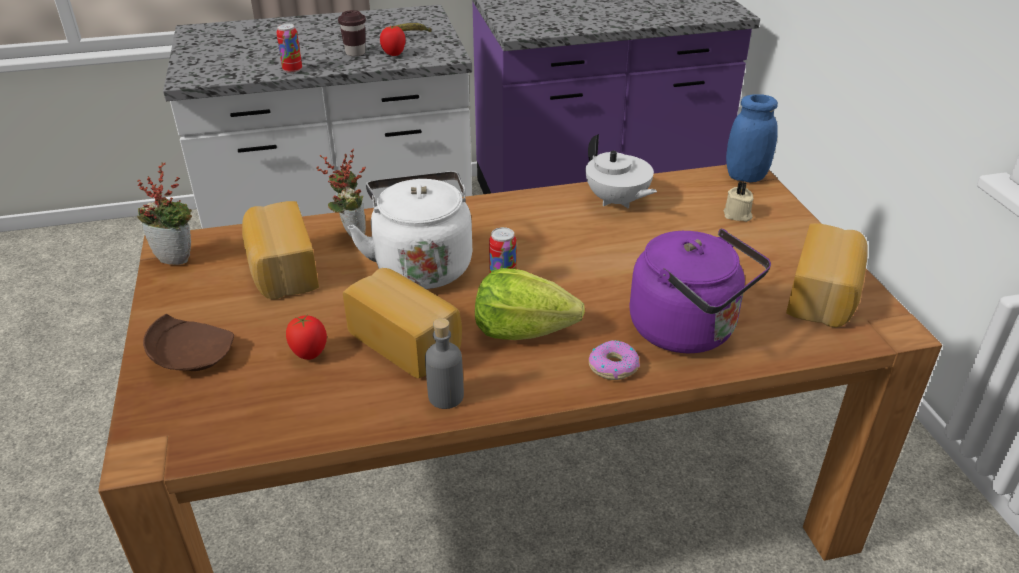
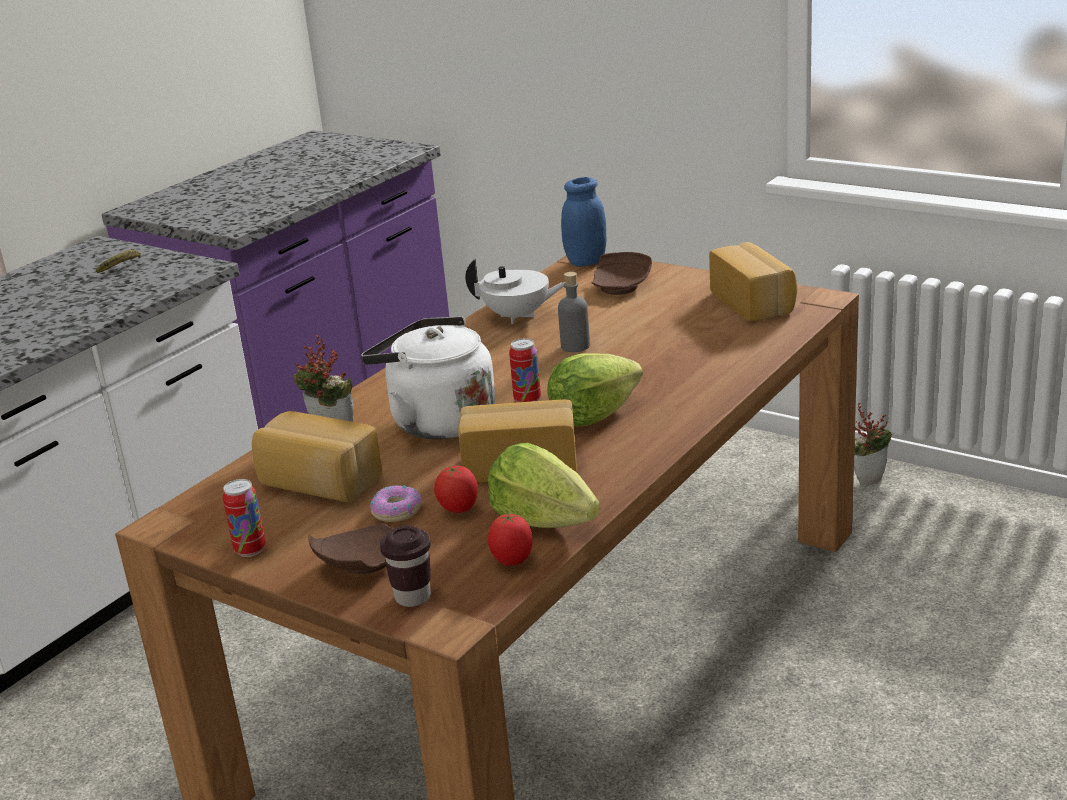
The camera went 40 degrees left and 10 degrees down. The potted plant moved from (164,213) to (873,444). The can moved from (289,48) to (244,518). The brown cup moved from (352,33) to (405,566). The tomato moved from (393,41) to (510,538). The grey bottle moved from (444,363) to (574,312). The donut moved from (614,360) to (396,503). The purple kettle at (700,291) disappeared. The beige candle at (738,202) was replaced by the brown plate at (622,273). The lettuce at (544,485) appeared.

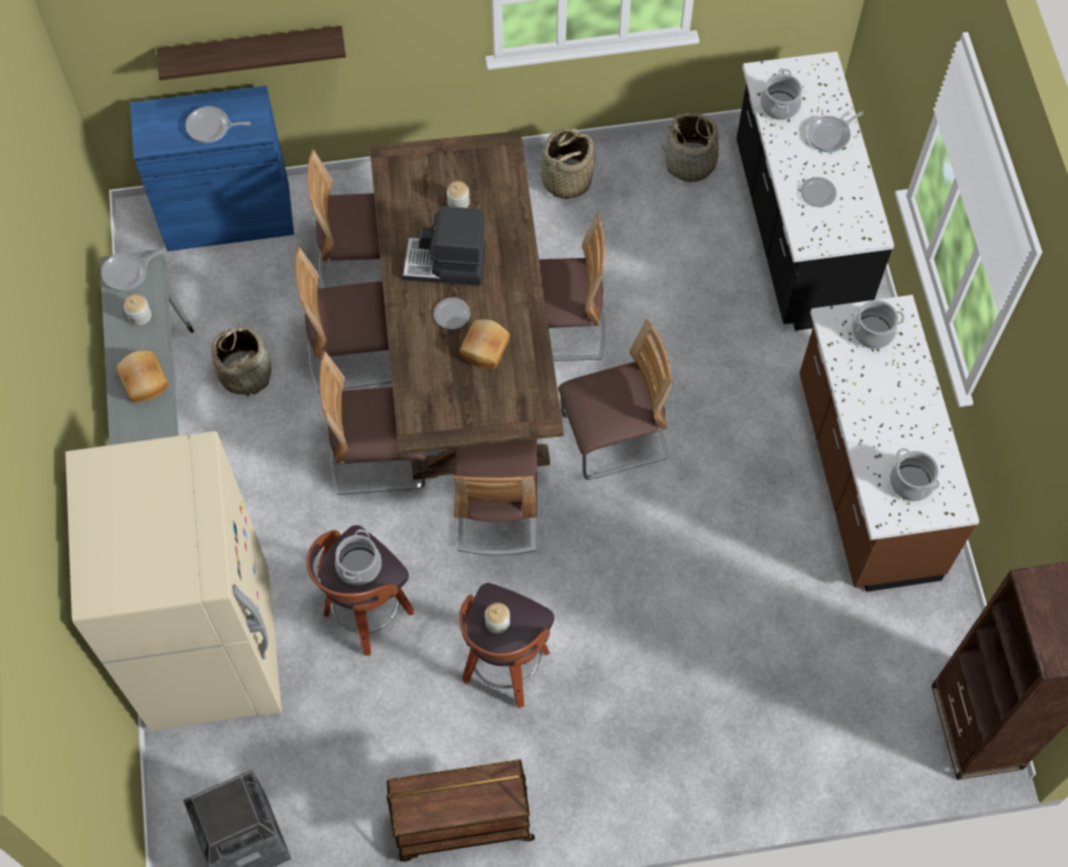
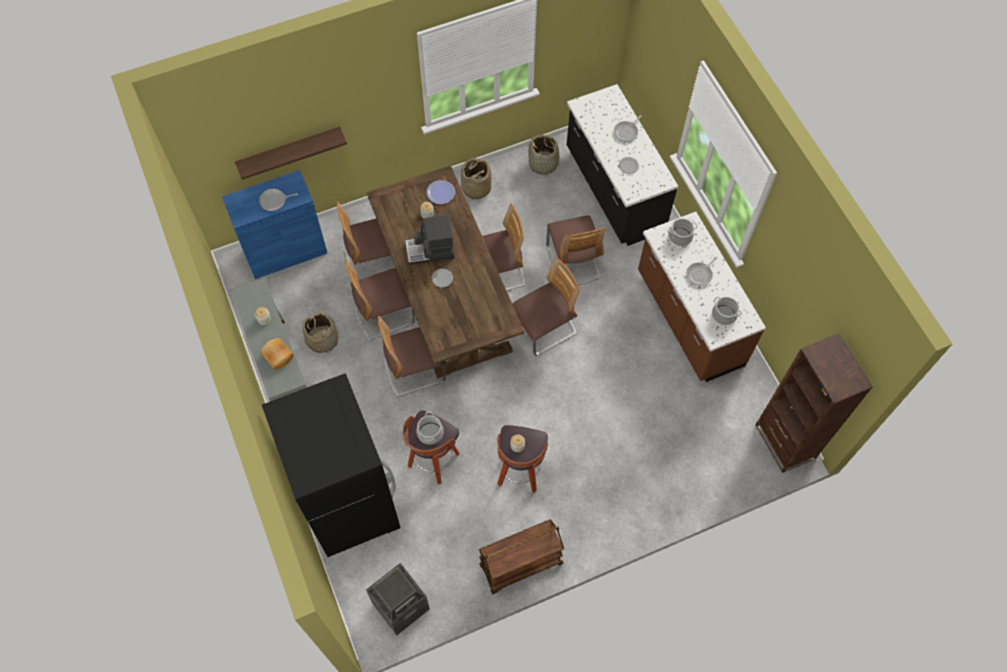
The camera went 15 degrees left and 0 degrees up. The beige fridge at (174,581) became the black fridge at (331,465). The frying pan moved from (133,270) to (702,271). The chair moved from (495,497) to (576,250). The bread at (484,344) disappeared. The cooking pot at (781,94) disappeared. The plate at (440,192) appeared.

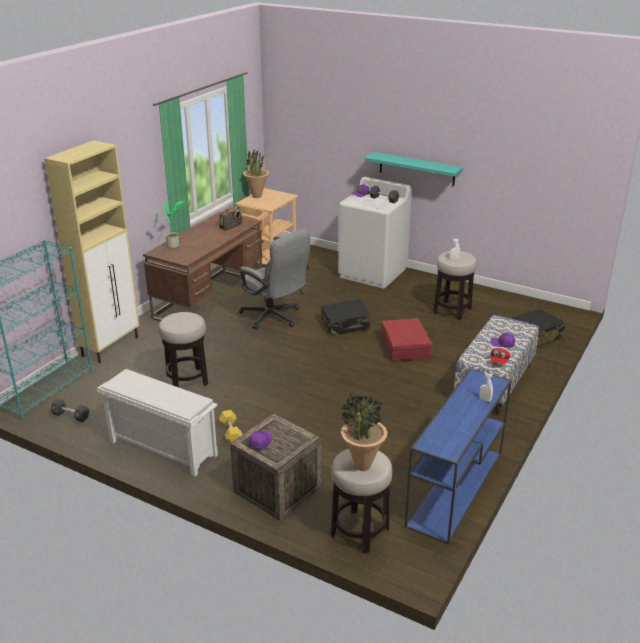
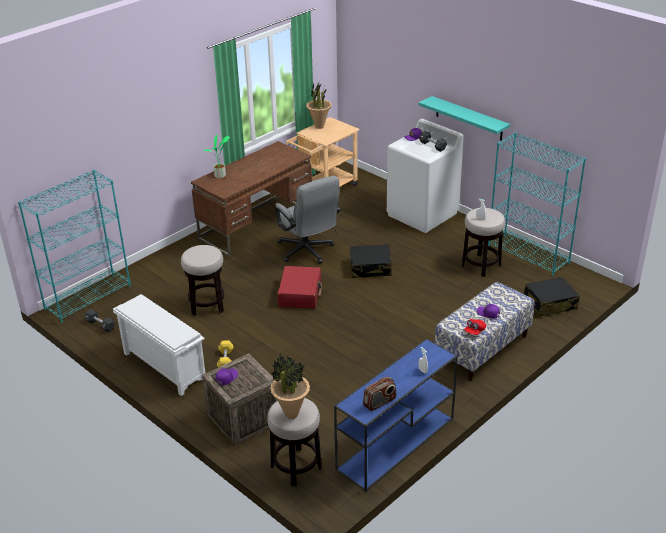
The camera went 15 degrees right and 5 degrees up. The beige cabinet at (91,251) disappeared. The radio moved from (230,218) to (379,394). The red suitcase moved from (406,339) to (299,287). The turquoise bookcase at (537,204) appeared.

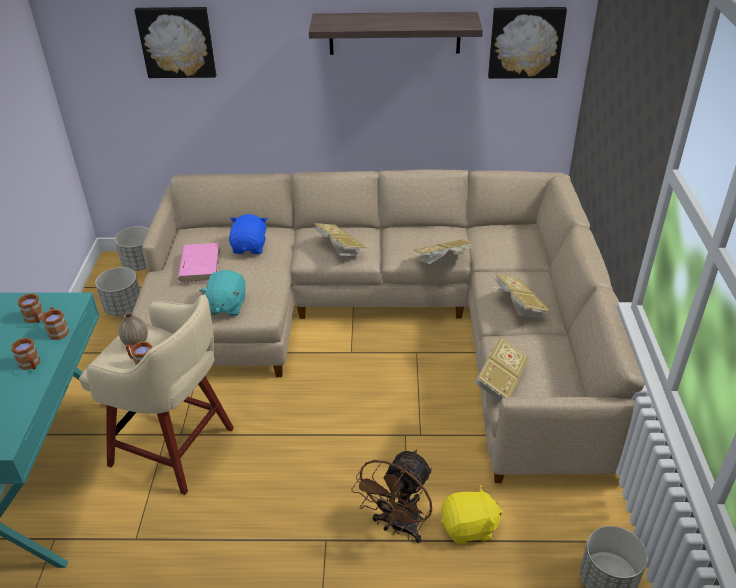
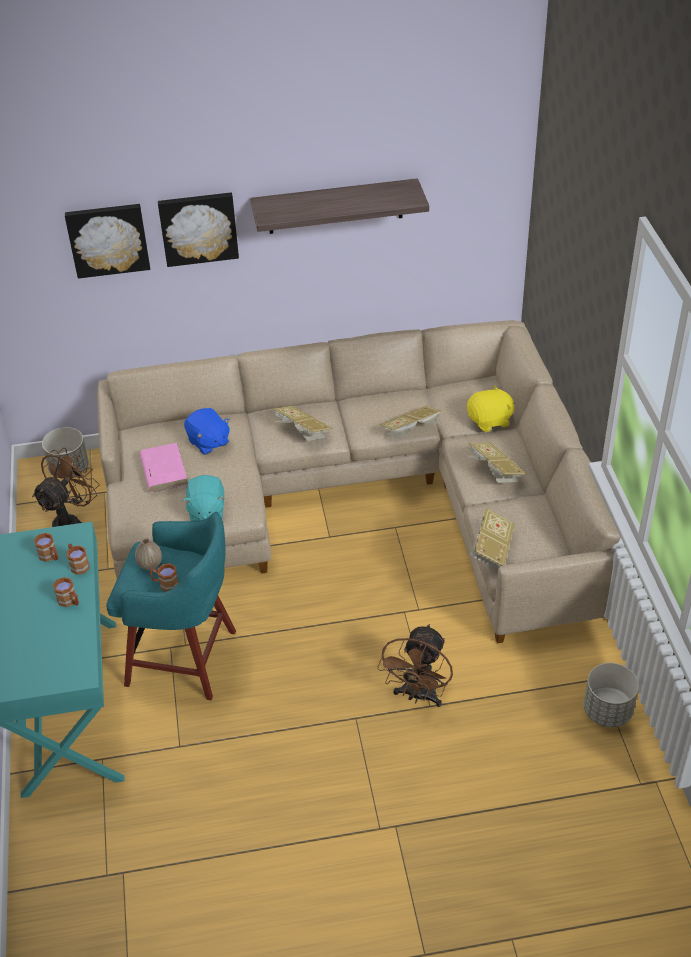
The camera went 10 degrees left and 5 degrees up. The beige stool at (156,394) became the turquoise stool at (171,606). The grey planter at (117,291) was replaced by the brown fan at (66,487). The blue plush toy at (248,234) turned 150 degrees clockwise. The yellow plush toy moved from (472,515) to (491,408). The picture moved from (527,43) to (198,230).

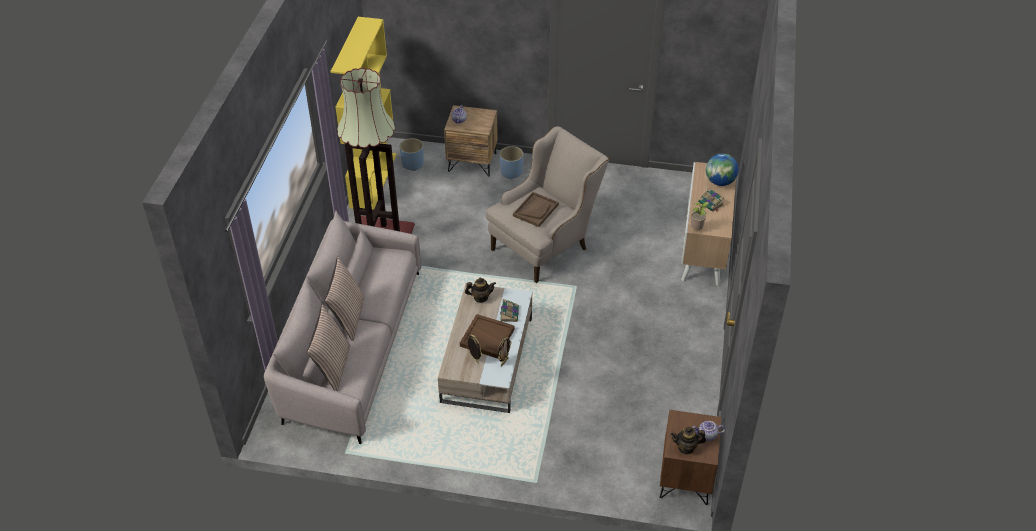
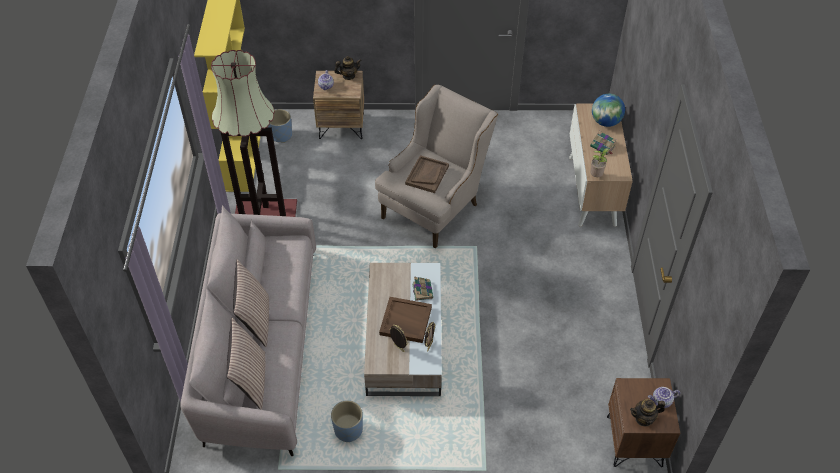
The camera went 10 degrees left and 5 degrees up. The teapot moved from (480,290) to (348,68). The blue planter moved from (511,162) to (347,421).

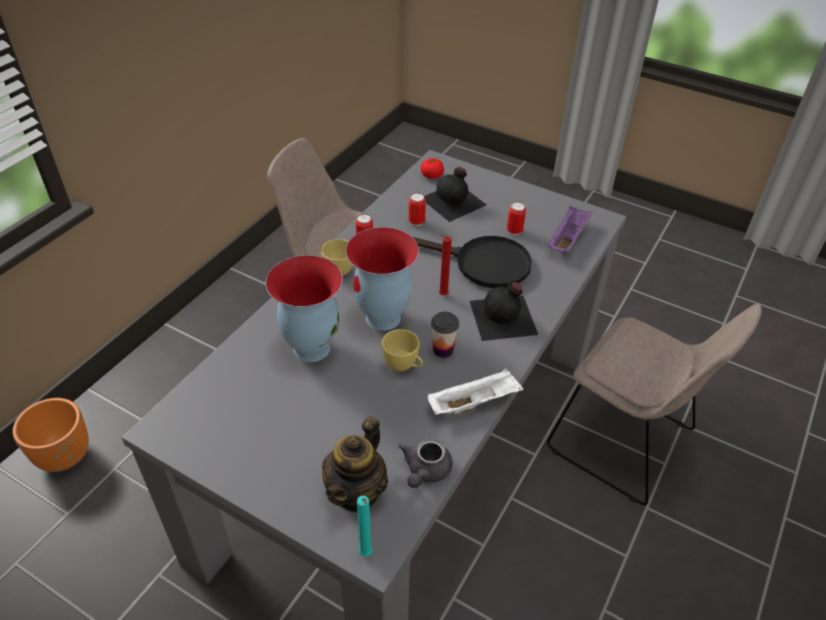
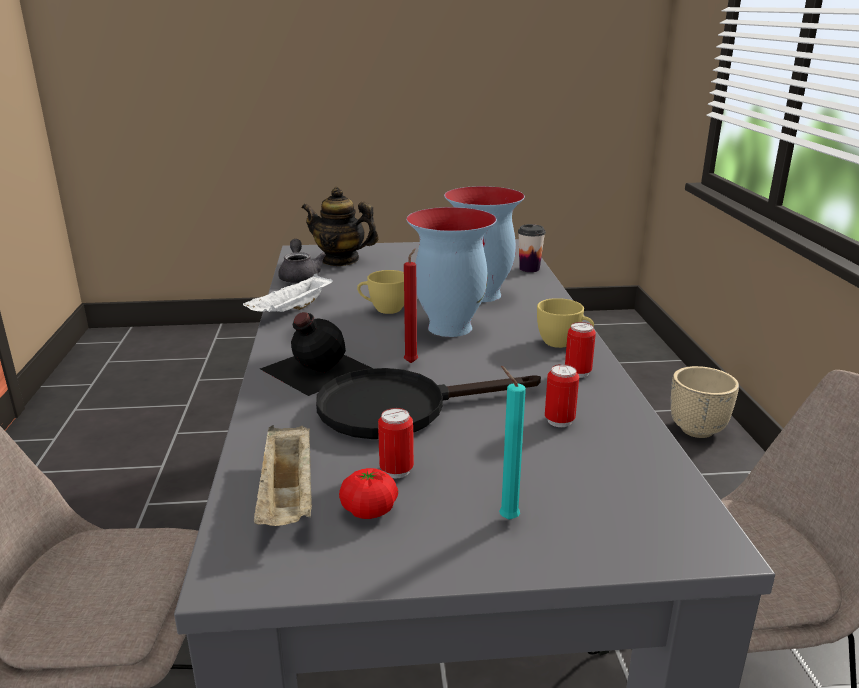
The camera went 145 degrees right and 20 degrees down. The orange planter at (51,435) became the beige planter at (705,402). The teapot at (355,464) turned 60 degrees counterclockwise. The turquoise candle moved from (365,526) to (512,443). The tomato moved from (432,168) to (368,493). The black bottle at (455,194) disappeared. The cup moved from (445,335) to (532,248). The purple tray at (570,230) became the beige tray at (283,475).

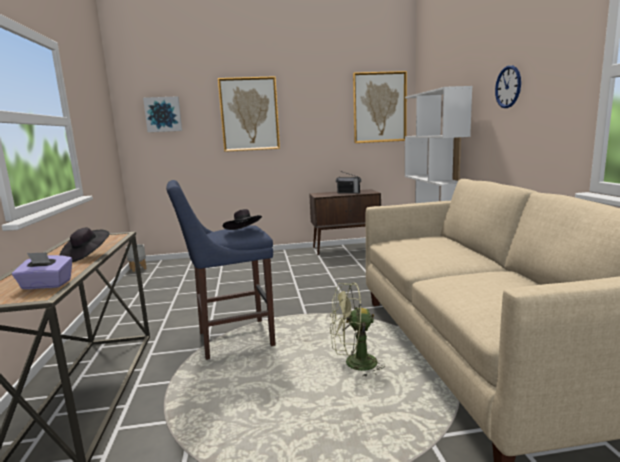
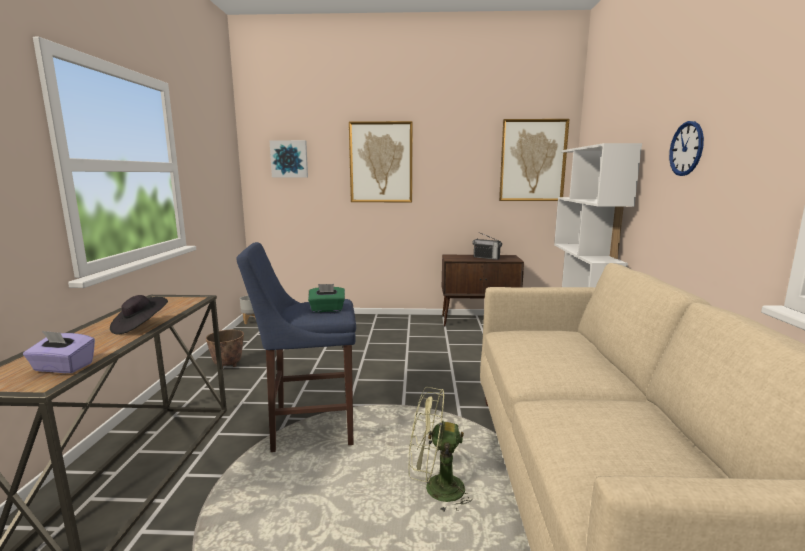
The camera went 10 degrees right and 0 degrees up. The black hat at (242,219) was replaced by the green tissue box at (326,298). The planter at (225,349) appeared.

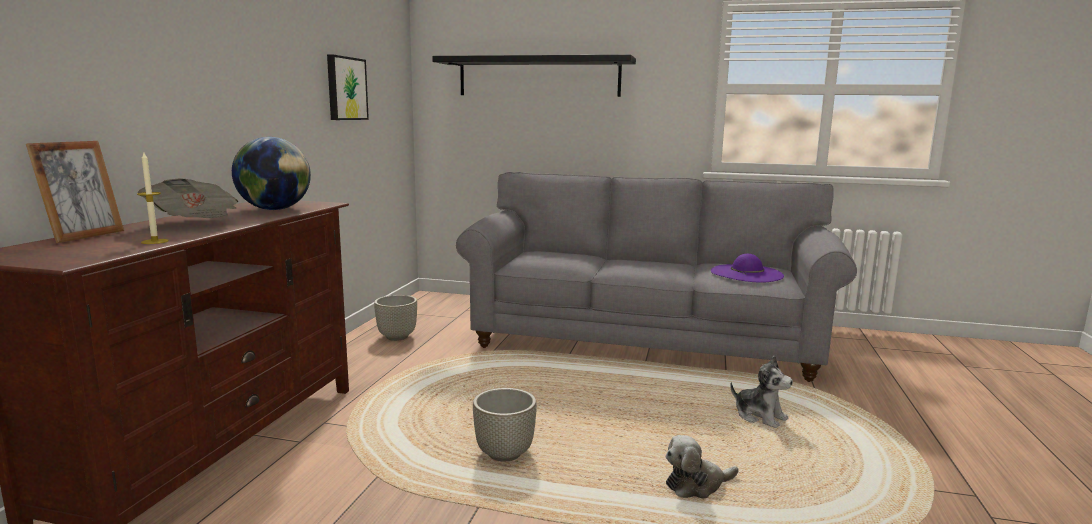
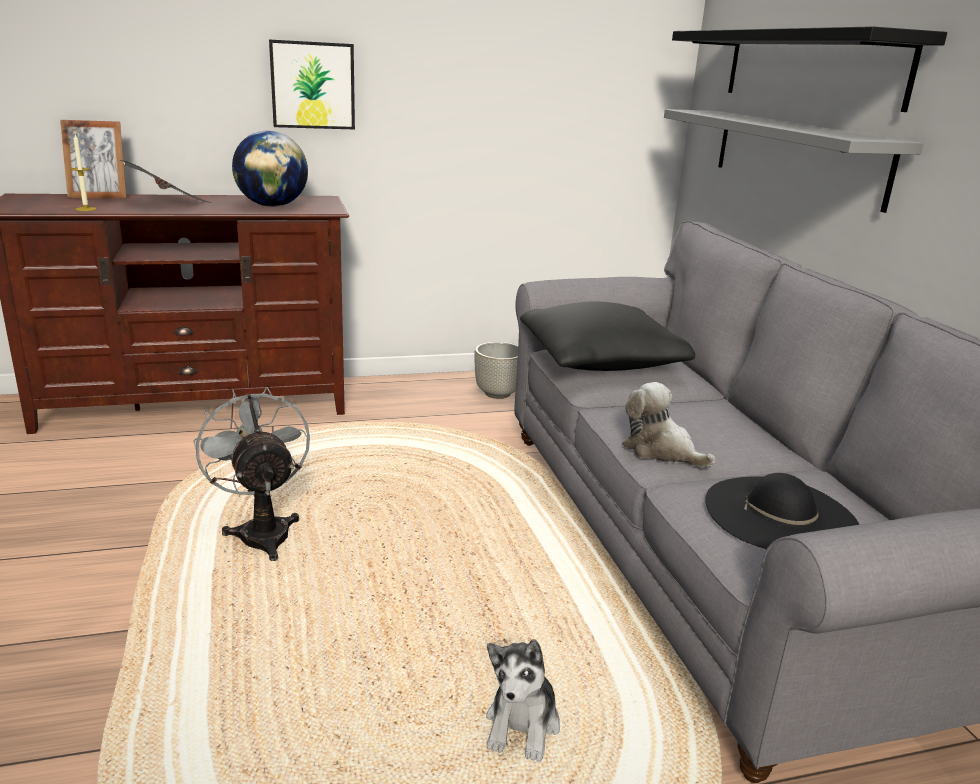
The camera went 60 degrees right and 10 degrees up. The picture moved from (348,87) to (312,84). The grey planter at (505,424) was replaced by the grey fan at (251,474). The plush toy moved from (702,466) to (668,425). The purple hat at (747,268) became the black hat at (782,511). The black pillow at (607,336) appeared. The grey shelf at (793,161) appeared.

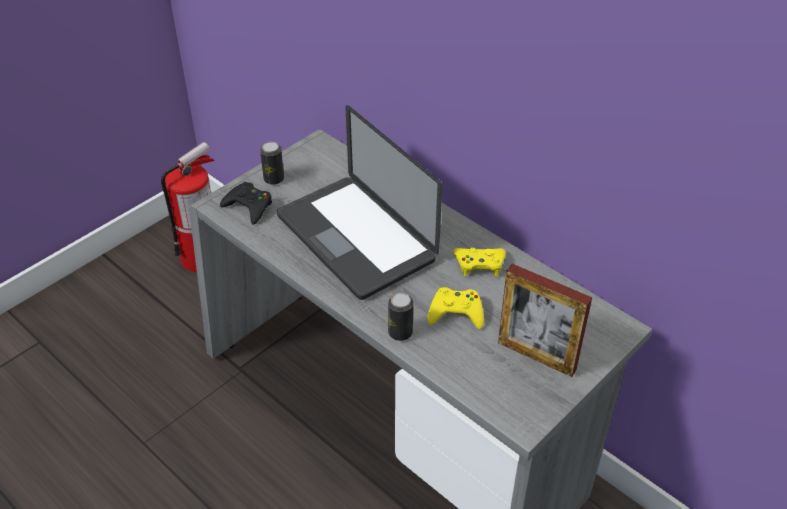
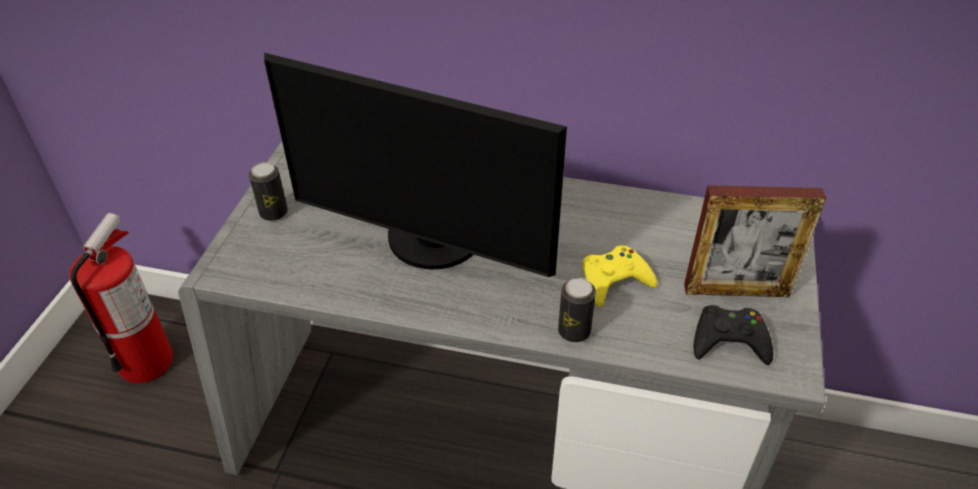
The camera went 30 degrees left and 0 degrees up. The black game controller moved from (246,203) to (733,335). The laptop at (359,202) was replaced by the monitor at (415,165). The yellow game controller at (479,262) disappeared.

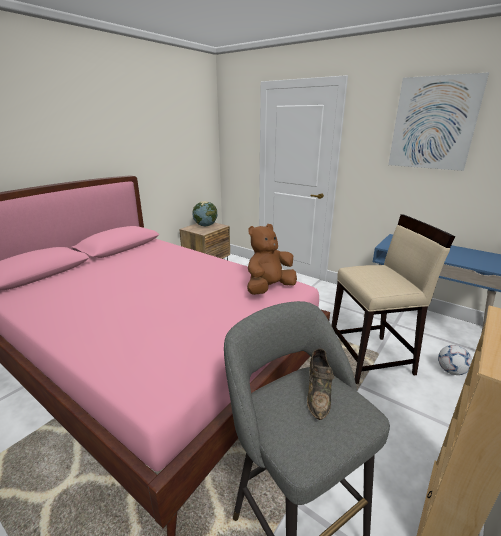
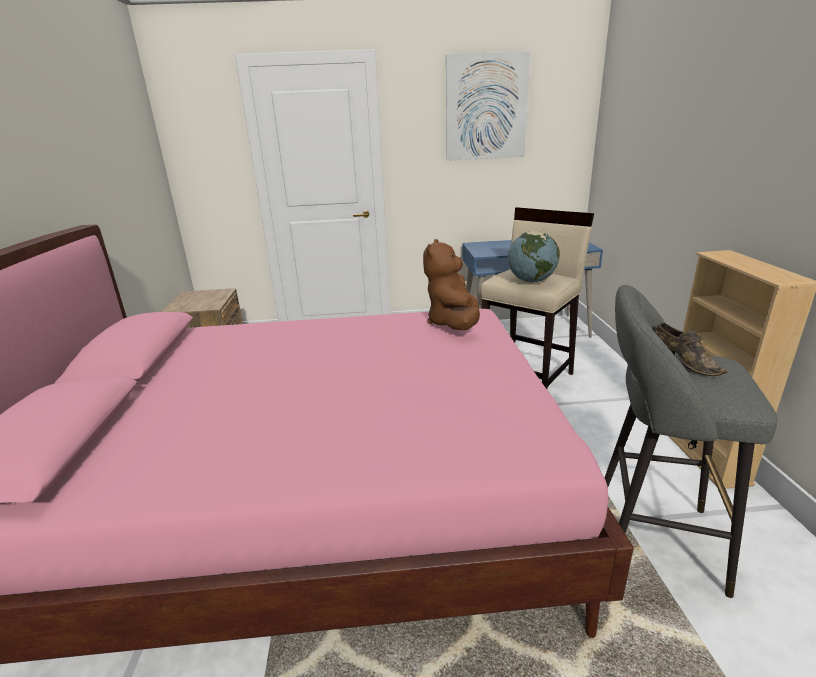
The camera went 40 degrees left and 0 degrees up. The globe moved from (204,213) to (534,257). The football at (455,360) disappeared.

